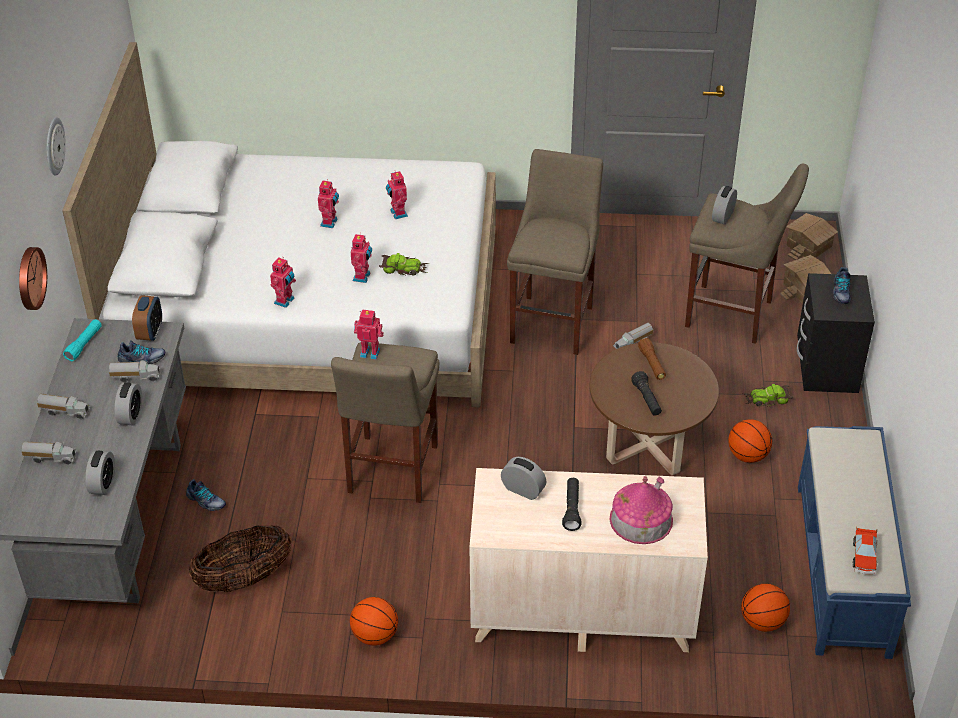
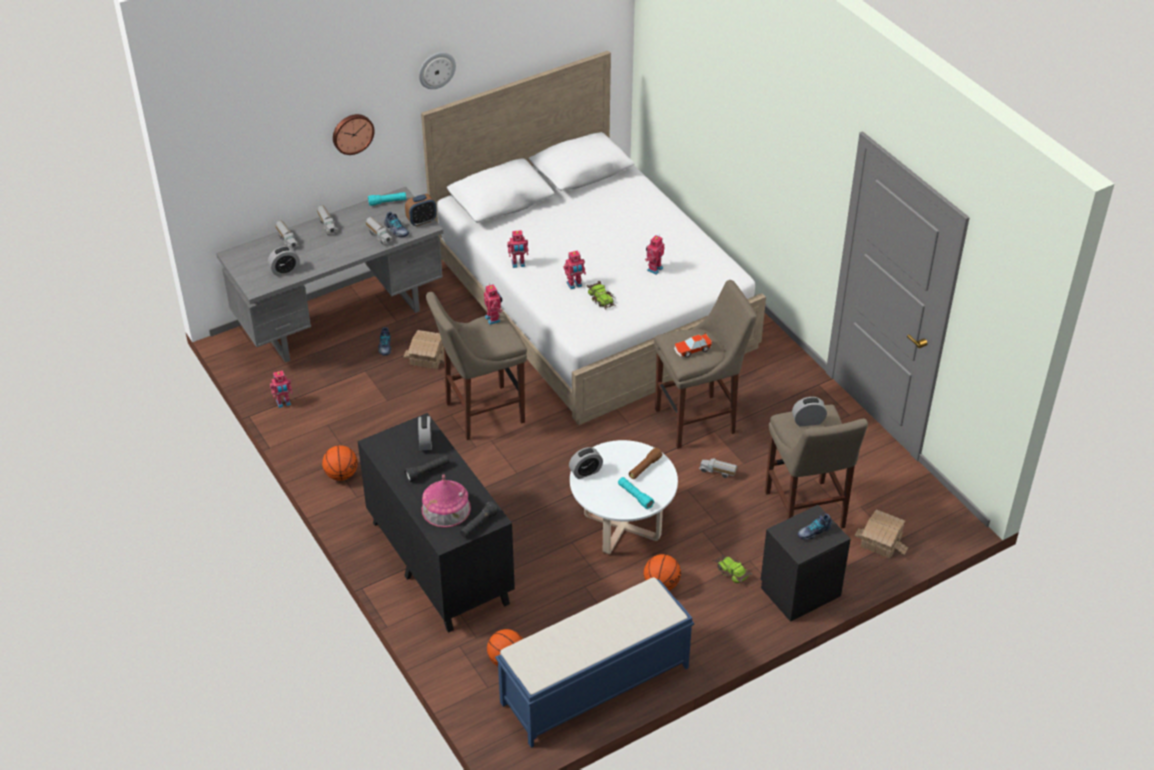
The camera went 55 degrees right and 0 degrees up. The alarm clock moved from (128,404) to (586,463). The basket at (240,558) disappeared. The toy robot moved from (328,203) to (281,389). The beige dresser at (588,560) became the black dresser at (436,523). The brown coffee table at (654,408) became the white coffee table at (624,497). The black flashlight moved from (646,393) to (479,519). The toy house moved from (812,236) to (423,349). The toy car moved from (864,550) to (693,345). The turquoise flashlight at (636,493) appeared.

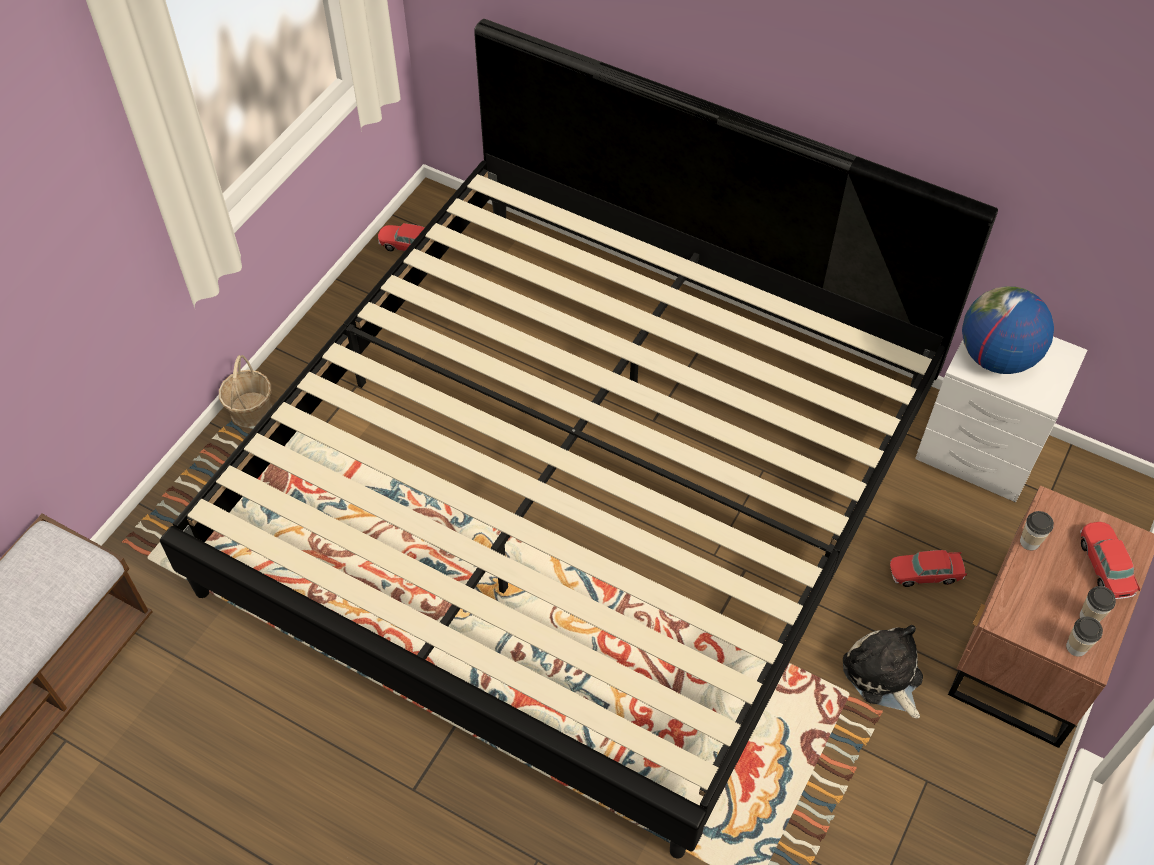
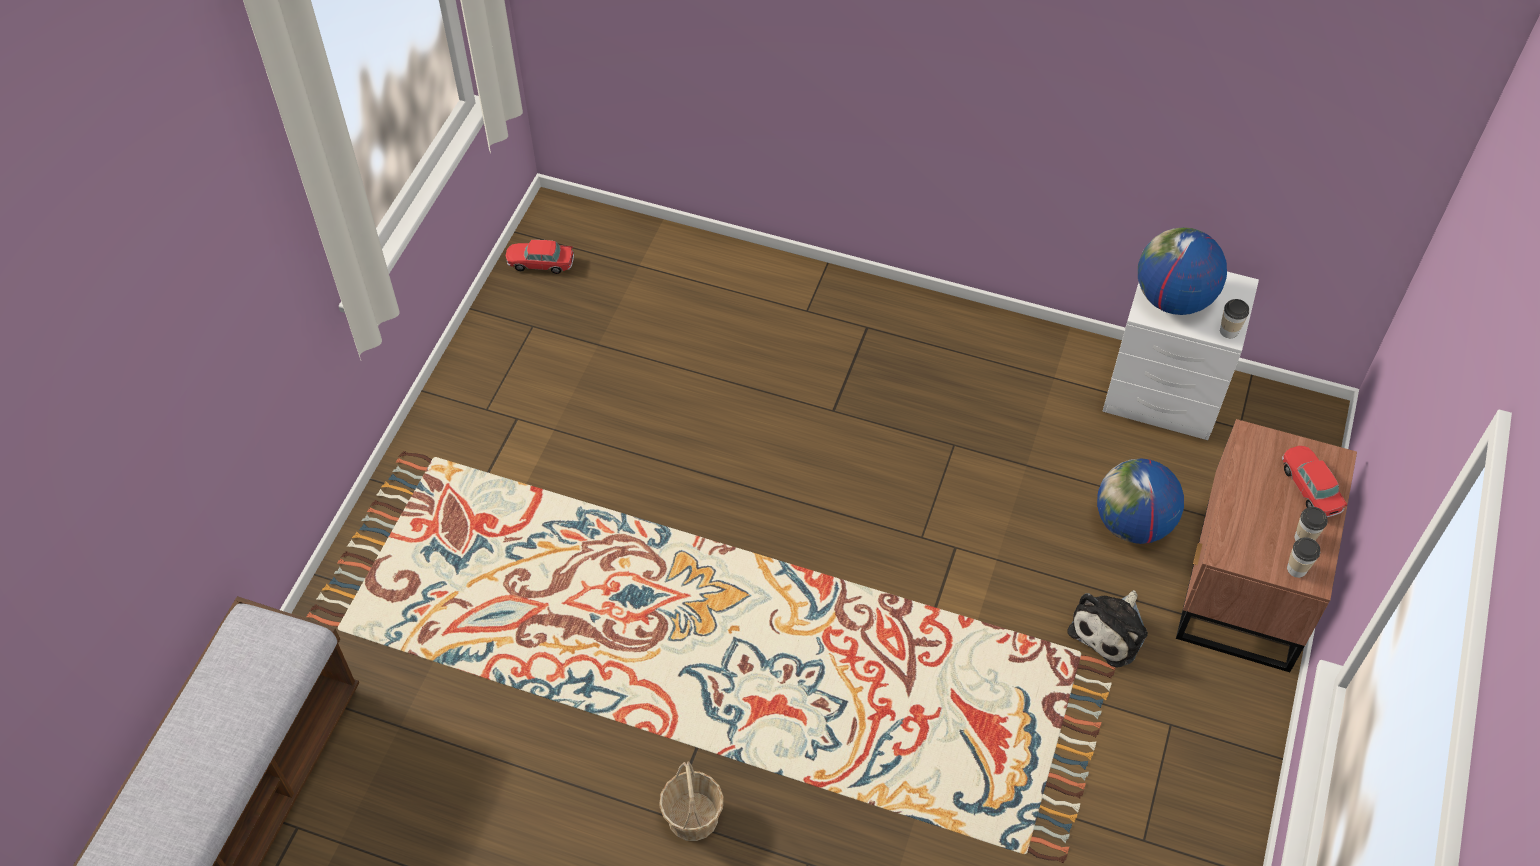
The camera went 10 degrees left and 0 degrees up. The bed at (579,439) disappeared. The basket moved from (245,391) to (691,801). The plush toy at (883,672) turned 105 degrees counterclockwise. The toy car at (928,568) was replaced by the globe at (1140,501). The cup moved from (1037,530) to (1234,318).

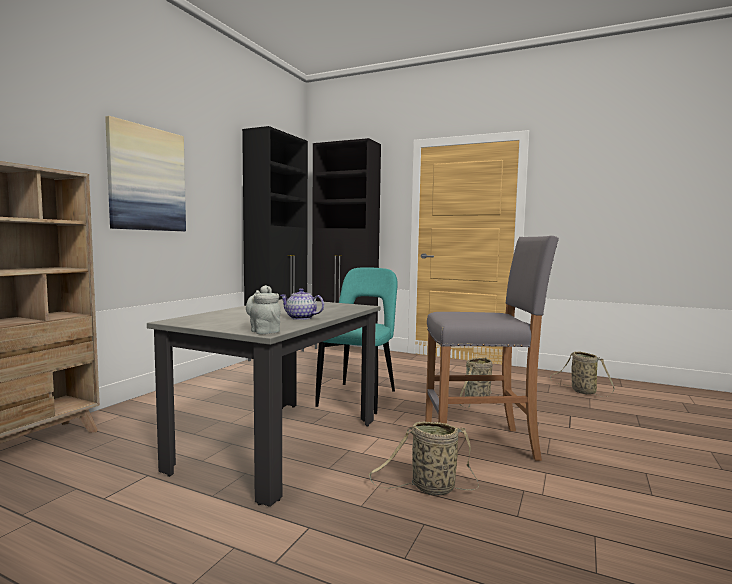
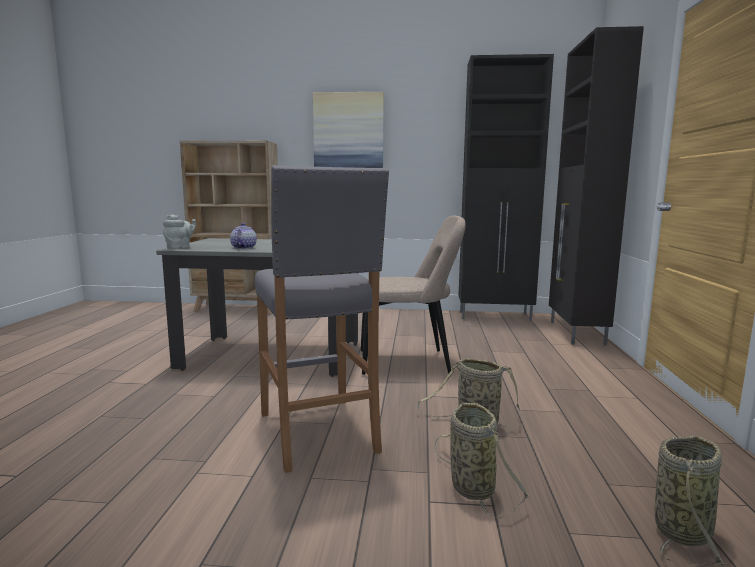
The camera went 70 degrees right and 5 degrees up. The turquoise chair at (356,340) became the beige chair at (413,295). The basket moved from (424,458) to (481,461).

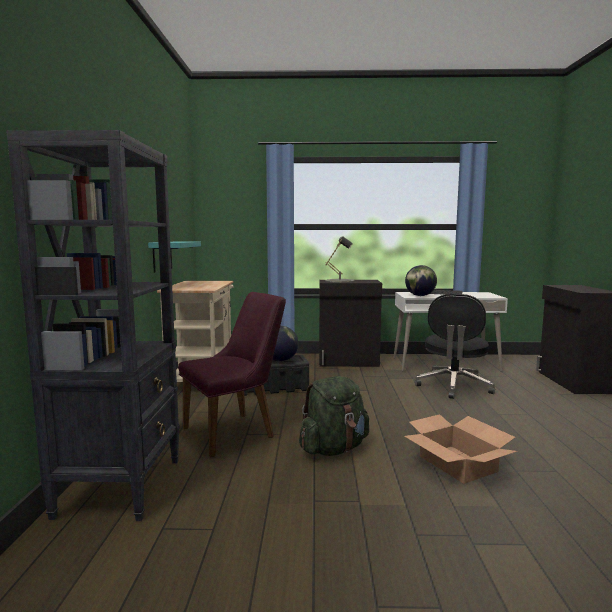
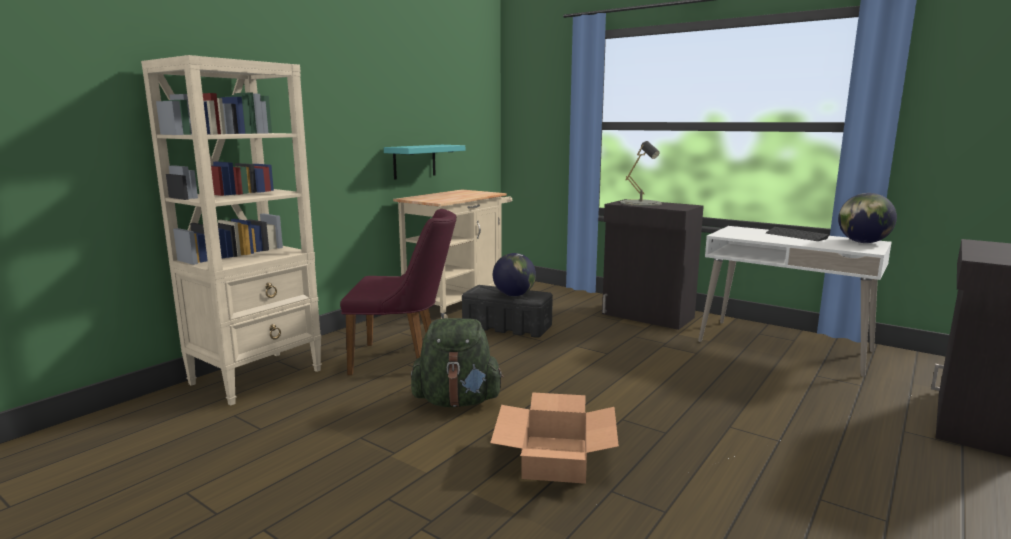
The camera went 35 degrees right and 5 degrees up. The black bookcase at (93,325) became the beige bookcase at (231,230). The globe moved from (421,280) to (867,218). The black office chair at (455,346) disappeared.

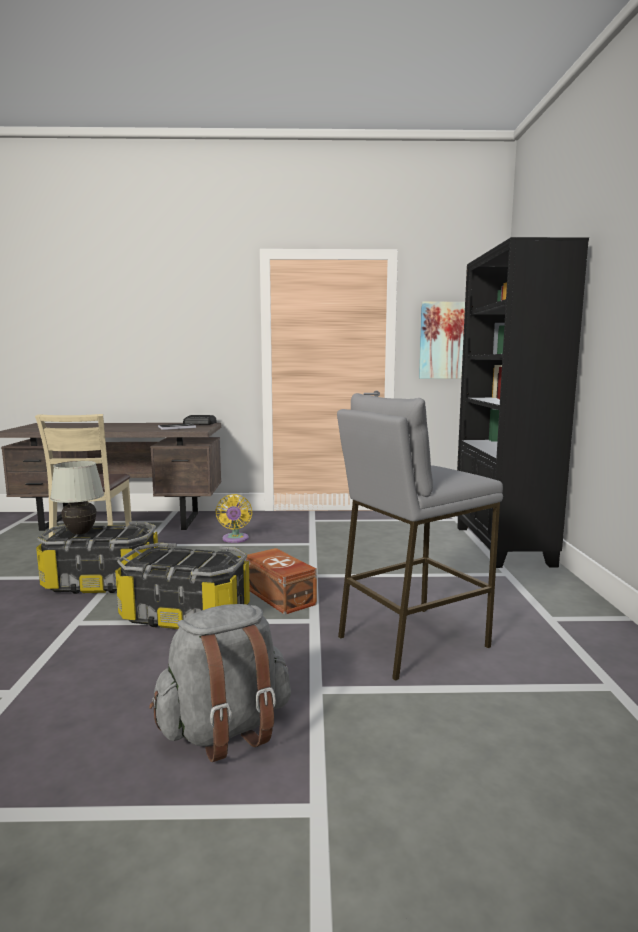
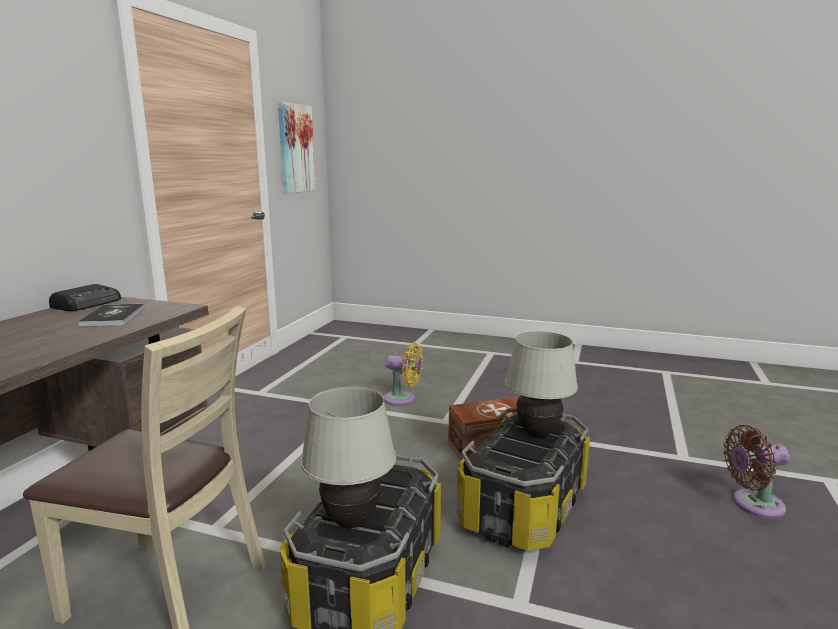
The camera went 70 degrees left and 5 degrees up. The grey backpack at (220,683) was replaced by the brown fan at (756,471). The yellow fan moved from (233,518) to (403,374). The grey stool at (420,537) disappeared. The black bookcase at (523,402) disappeared. The white table lamp at (541,384) appeared.

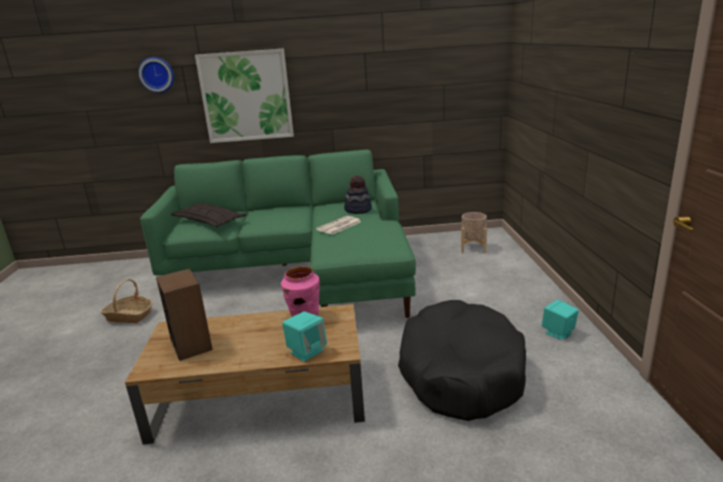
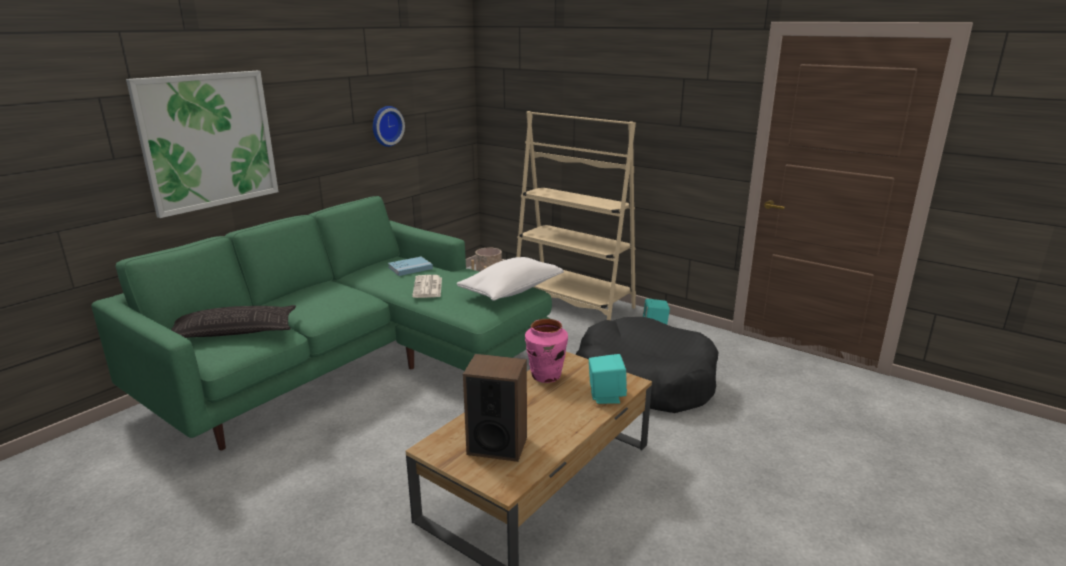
The camera went 50 degrees left and 0 degrees up. The basket at (126,301) disappeared. The wall clock moved from (156,75) to (389,126). The hat at (358,195) was replaced by the blue book at (410,266). The white pillow at (510,279) appeared. The beige bookcase at (576,215) appeared.

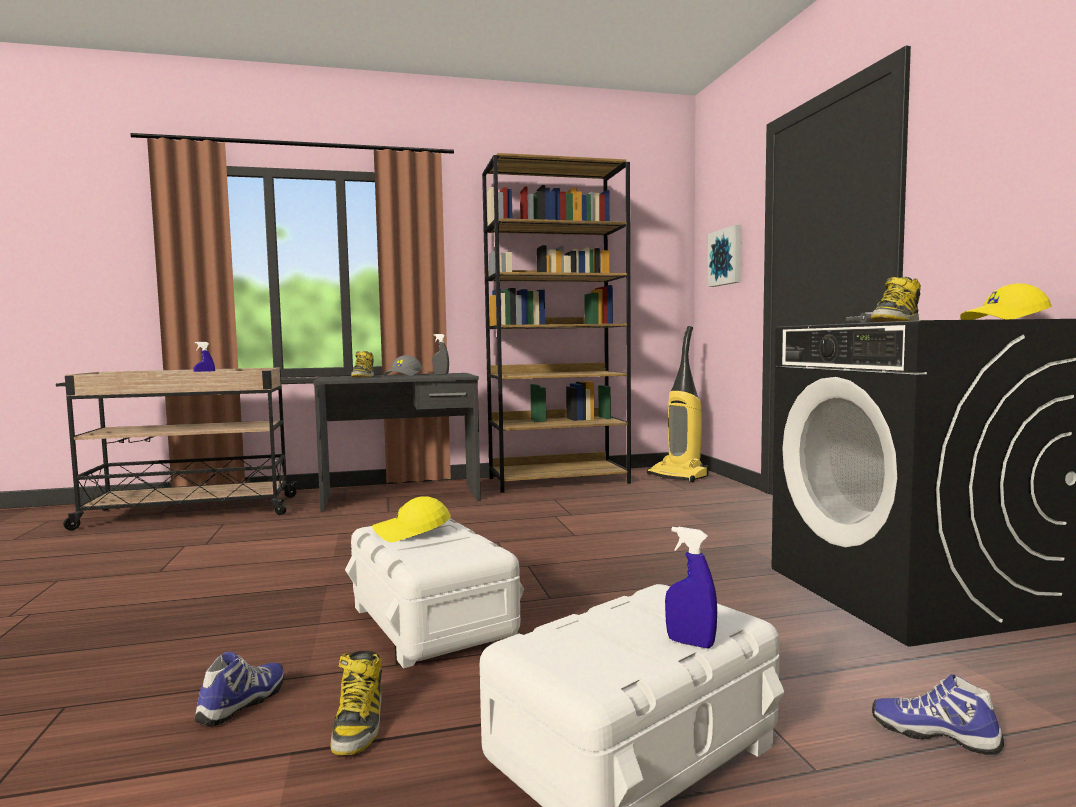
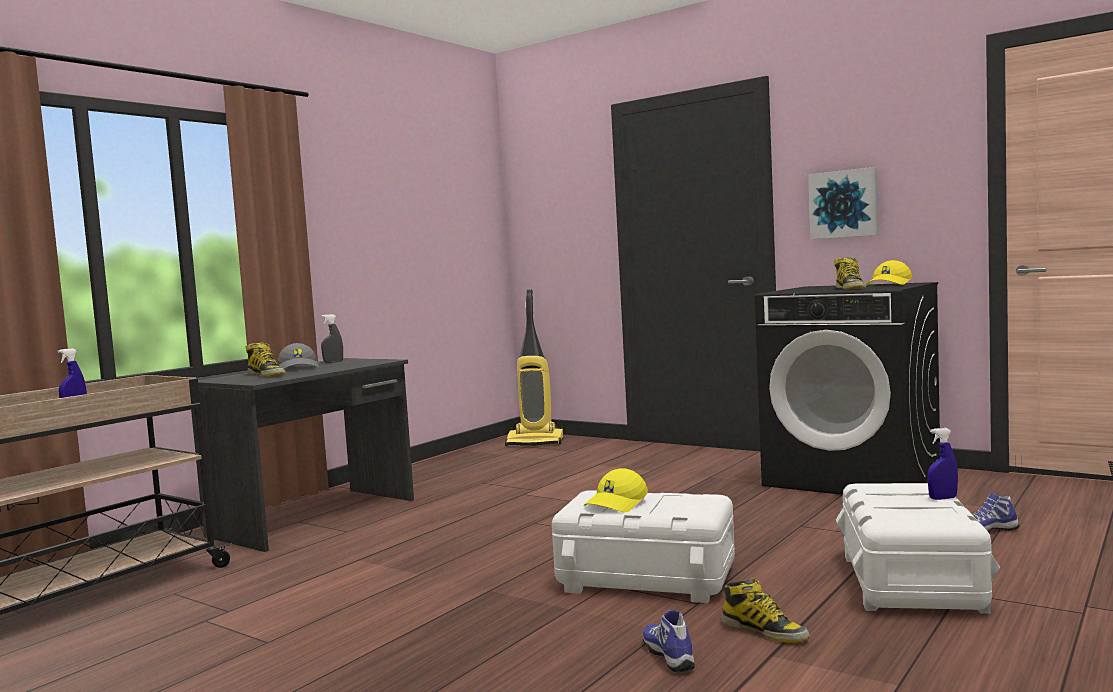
The camera went 40 degrees left and 0 degrees up. The brown bookcase at (556,323) disappeared. The picture moved from (725,256) to (843,203).

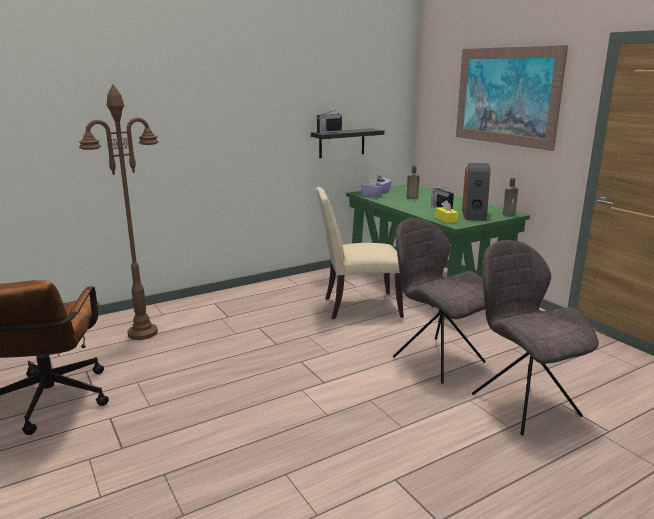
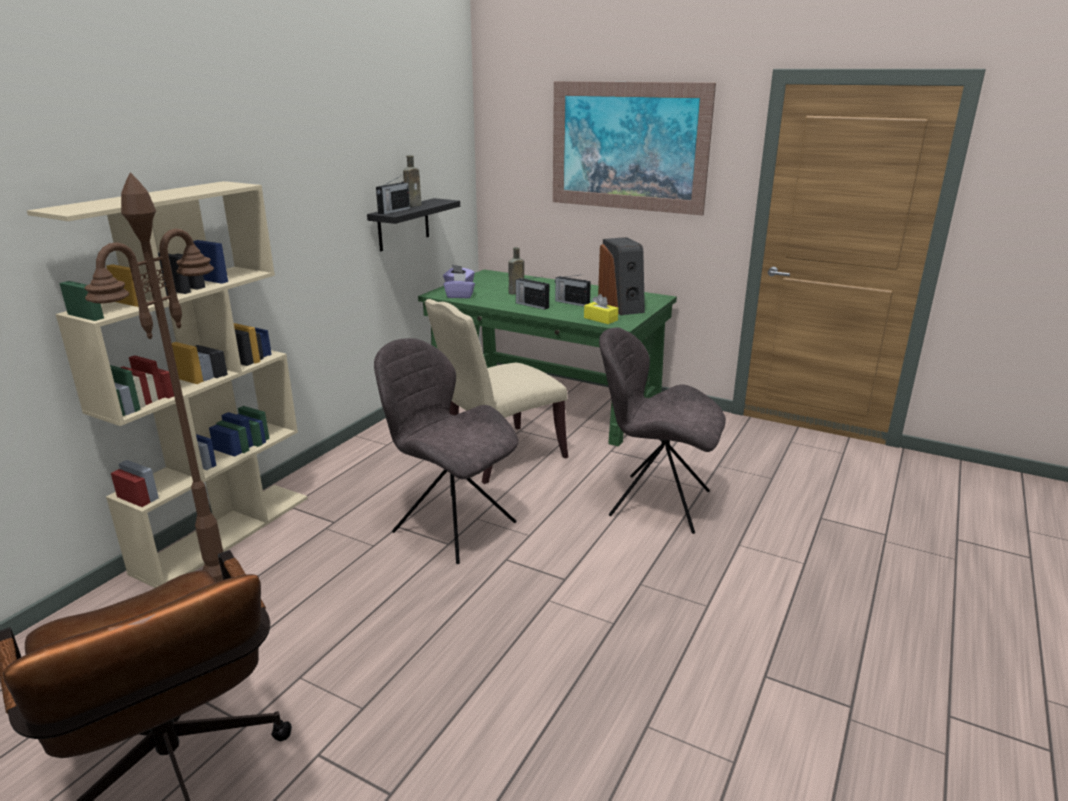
The camera went 30 degrees left and 5 degrees up. The grey chair moved from (535,337) to (446,451). The brown bottle moved from (510,197) to (412,181). The beige bookcase at (167,384) appeared. The radio at (532,293) appeared.

